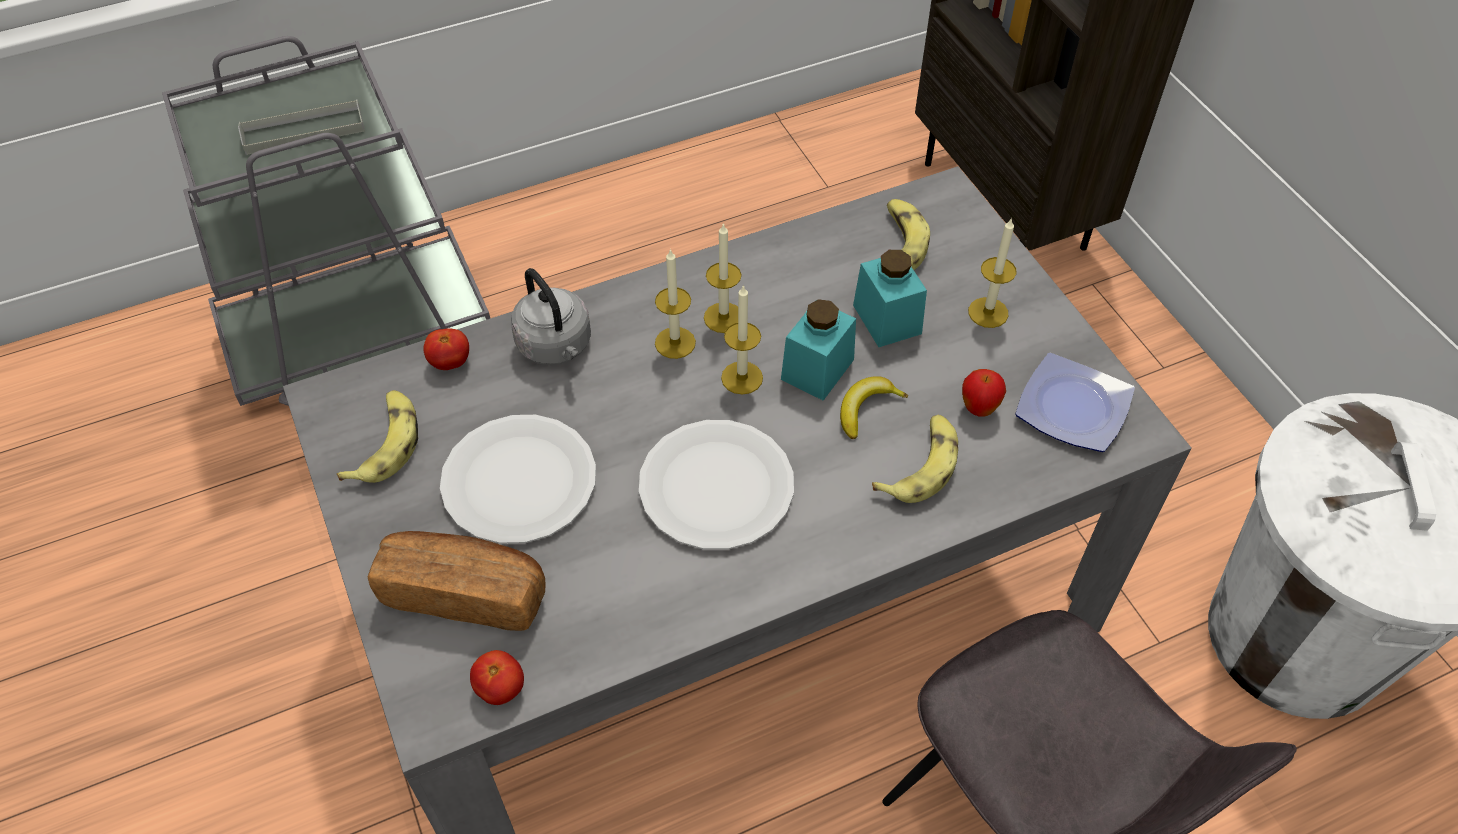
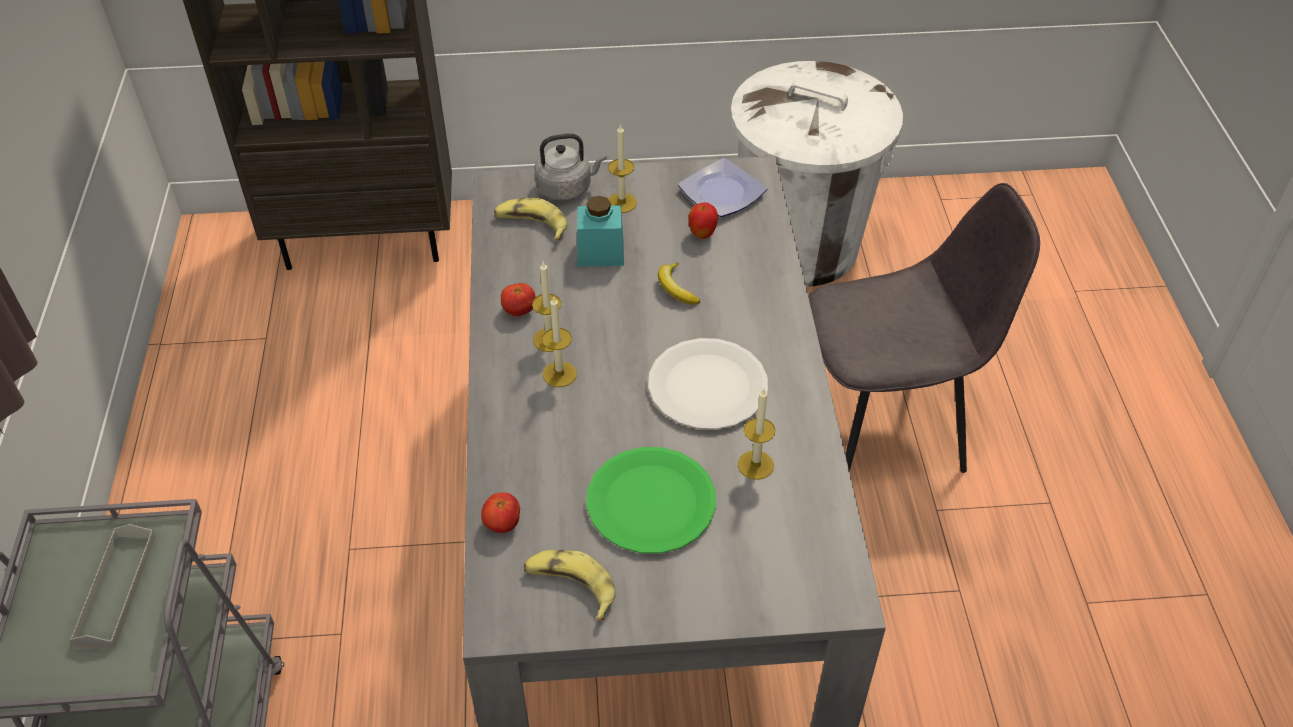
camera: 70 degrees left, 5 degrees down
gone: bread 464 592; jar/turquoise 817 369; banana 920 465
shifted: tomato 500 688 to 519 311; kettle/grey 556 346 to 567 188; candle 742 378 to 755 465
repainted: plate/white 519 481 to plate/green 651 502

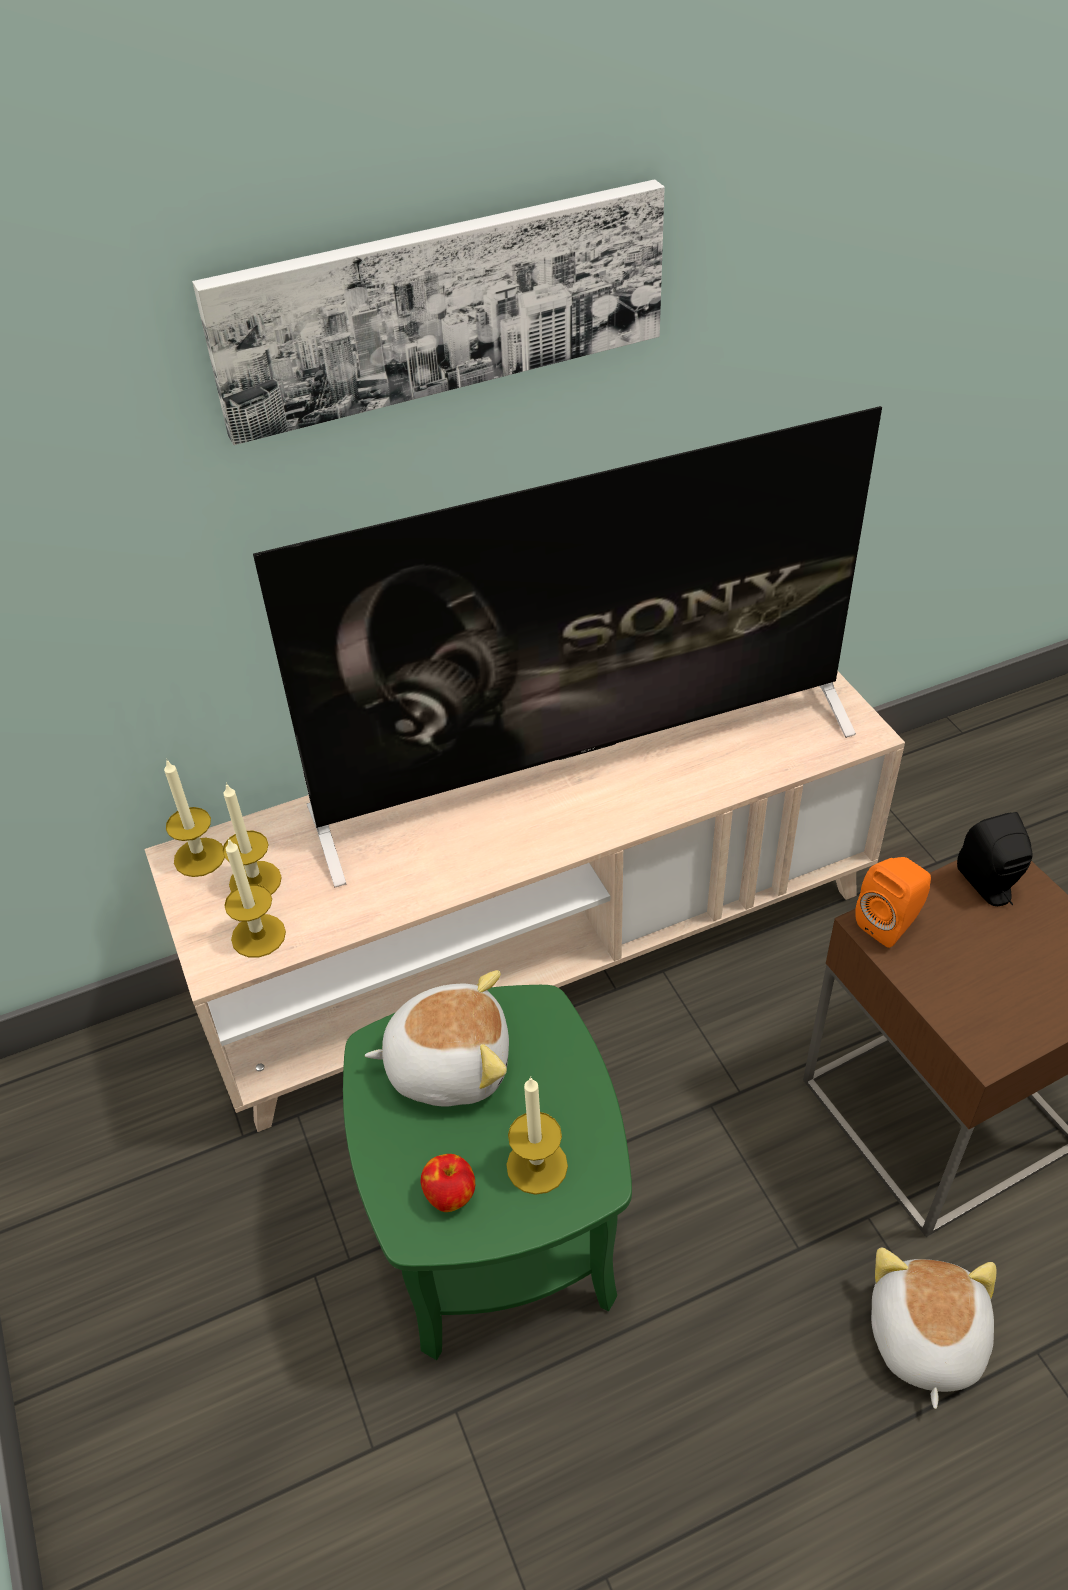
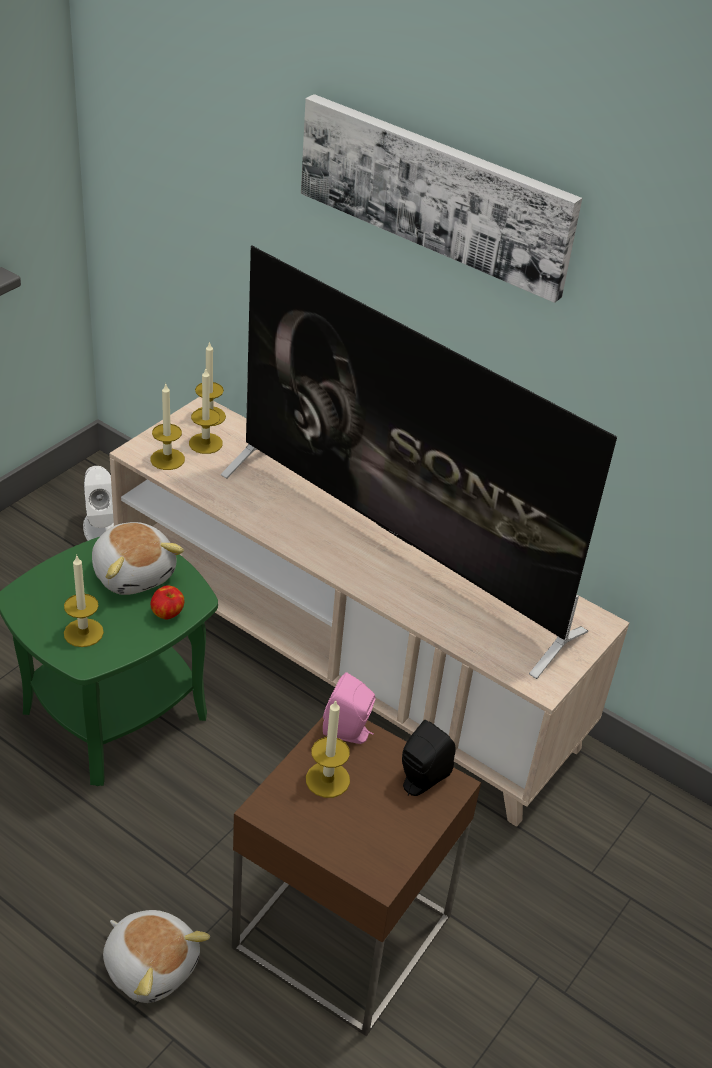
camera: 55 degrees right, 5 degrees down
new: speaker/white 101 527; candle 327 779
shifted: apple 450 1194 to 168 614
repainted: speaker/orange 890 923 to speaker/pink 349 732
rotated: plush toy 924 1338 = 151 965 60 degrees clockwise

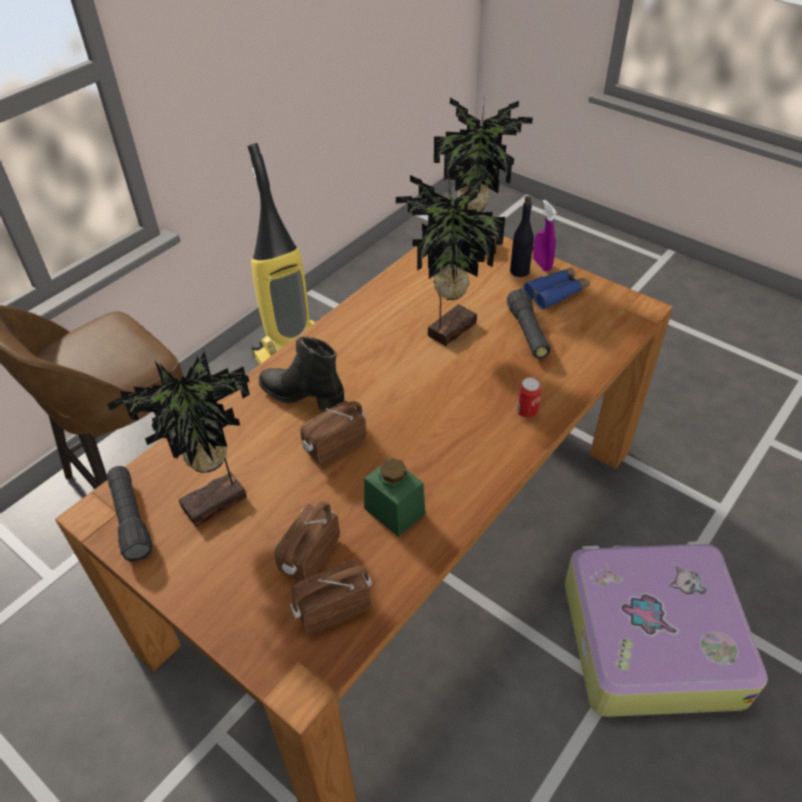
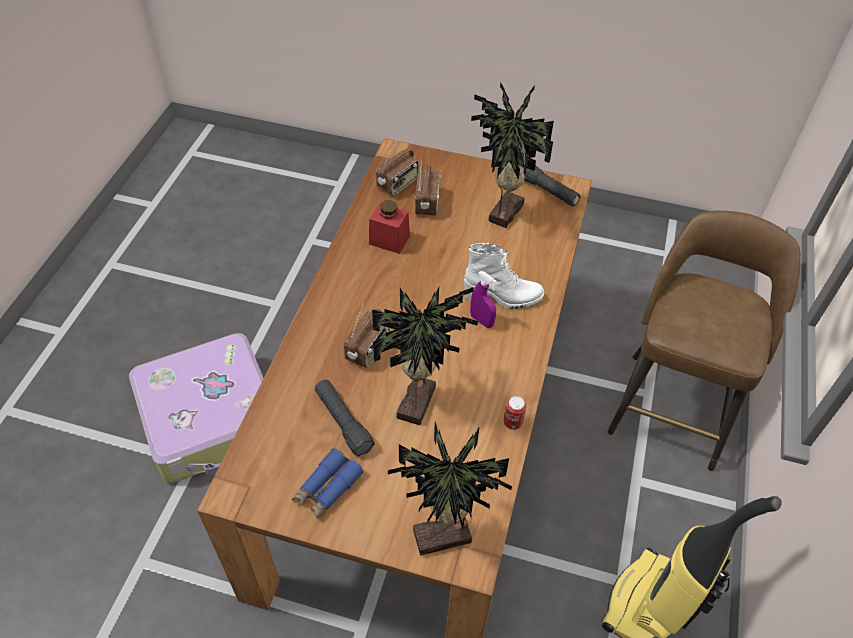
camera: 155 degrees right, 5 degrees up
gone: bottle/black 520 271
shifted: radio 334 445 to 368 350; spray bottle/purple 542 265 to 481 320; can 526 412 to 512 422
repainted: jar/green 394 511 to jar/red 389 240; boot/black 303 397 to boot/white 503 297

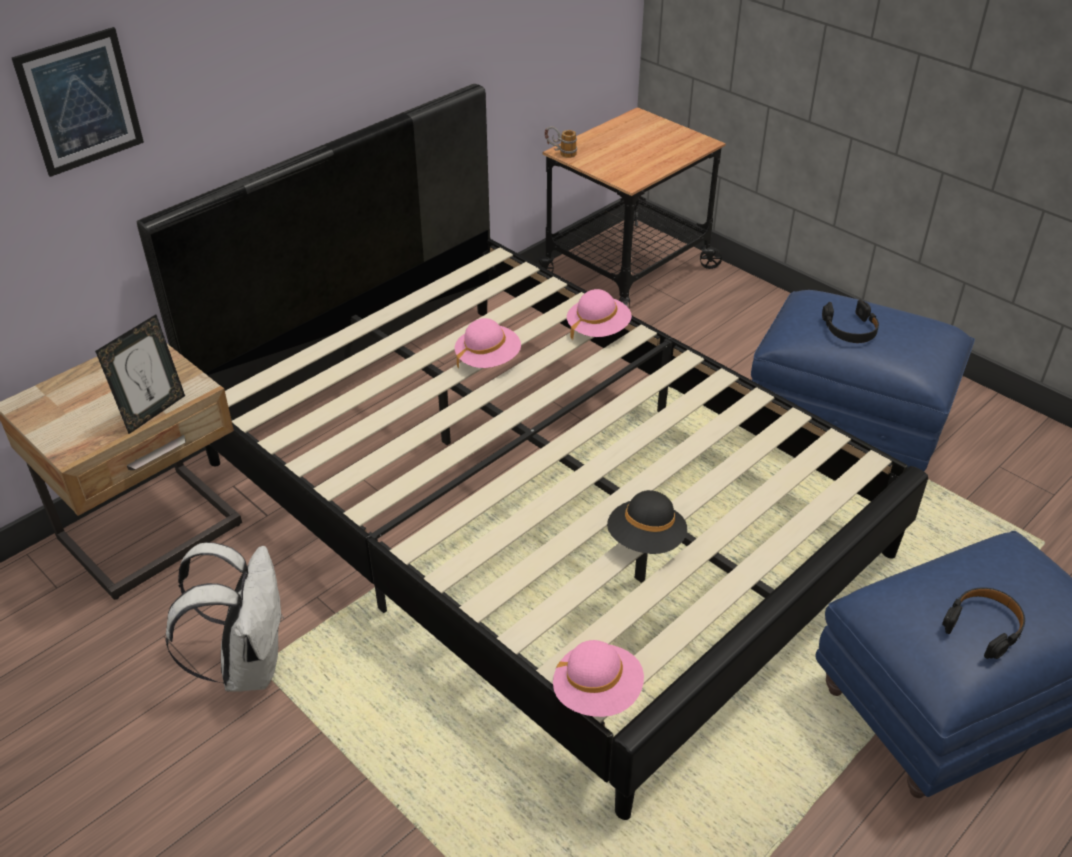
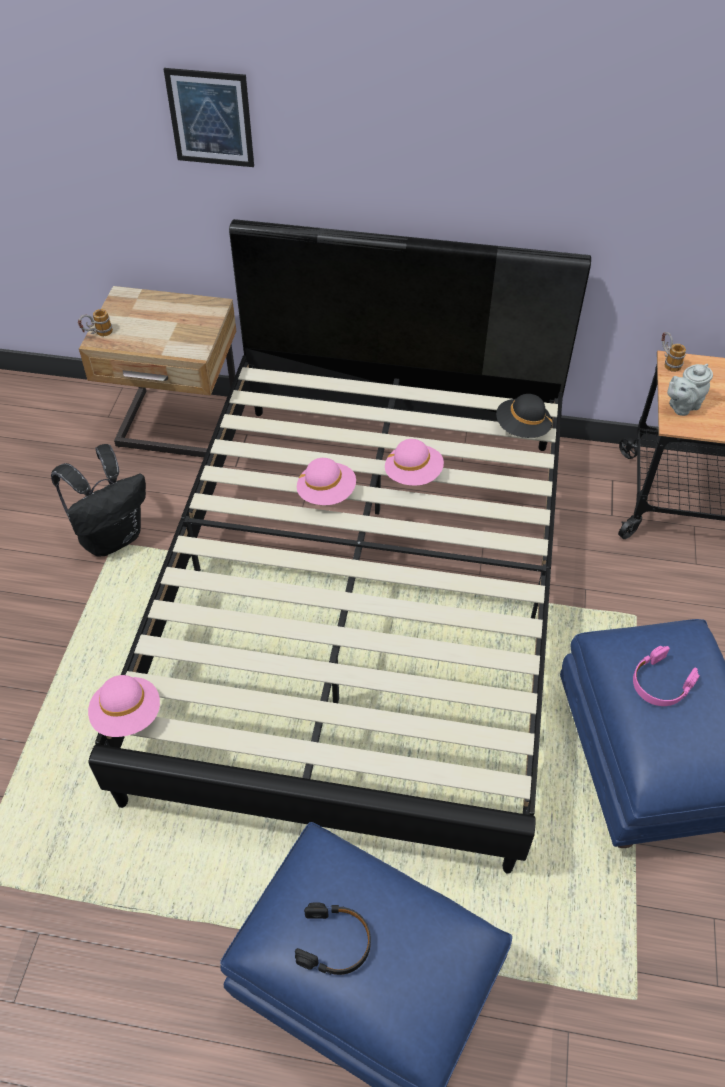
camera: 55 degrees right, 10 degrees up
gone: picture frame 153 412
new: mug 97 334; teapot/grey 682 406
shifted: hat/pink 598 329 to 326 493; hat/black 646 540 to 522 428
repainted: backpack/white 248 664 to backpack/black 112 537; headphones/black 850 329 to headphones/pink 660 683

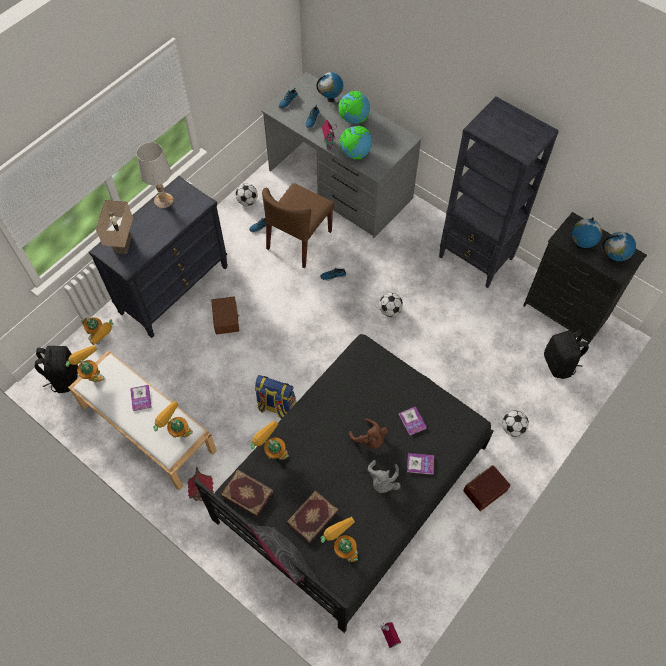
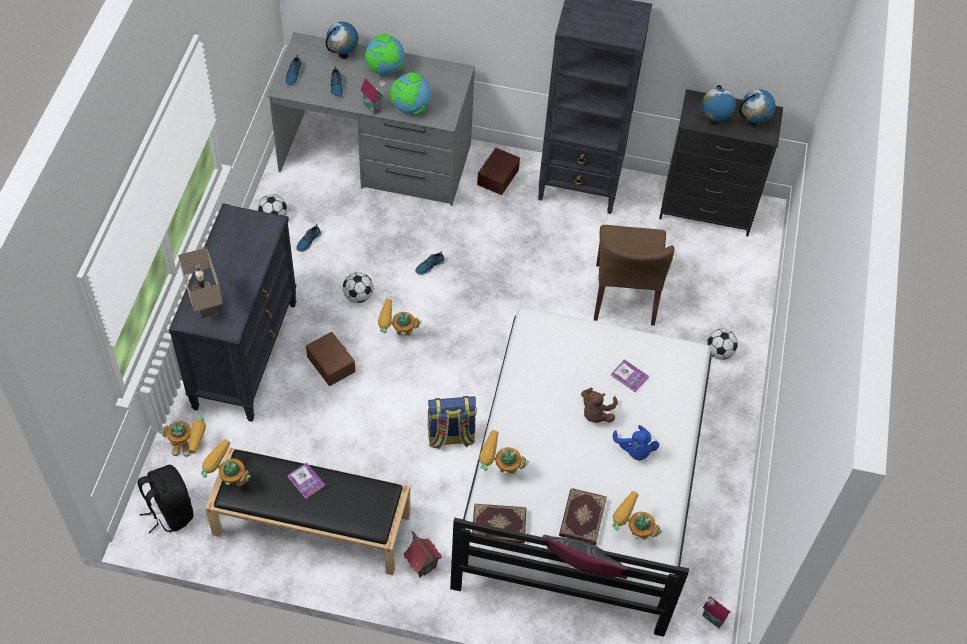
camera: 30 degrees left, 5 degrees down
gone: table lamp/white 163 200; book 420 464; backpack/black 559 364
shifted: football 390 311 to 358 296; toy robot 177 432 to 396 335; storage box/brown 484 489 to 497 176; chair/brown 299 240 to 624 294
repainted: bench/white 146 428 to bench/black 310 524; bed/black 351 482 to bed/white 582 480; plush toy/grey 383 481 to plush toy/blue 634 450
rotated: plush toy/brown 370 439 = 596 413 90 degrees clockwise

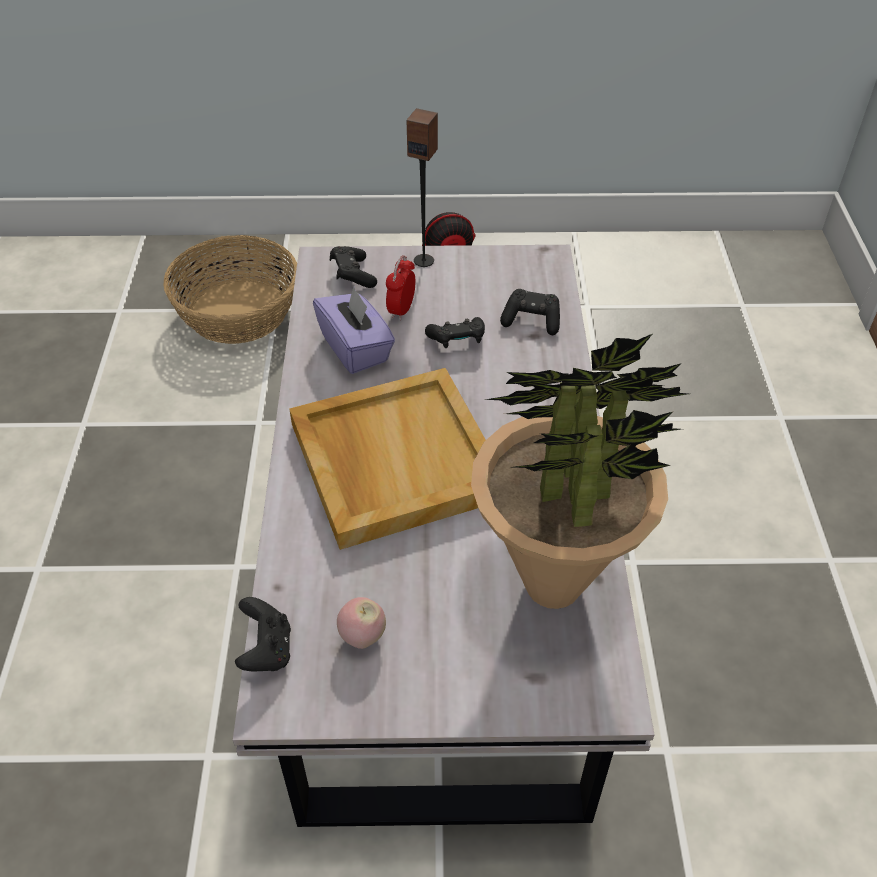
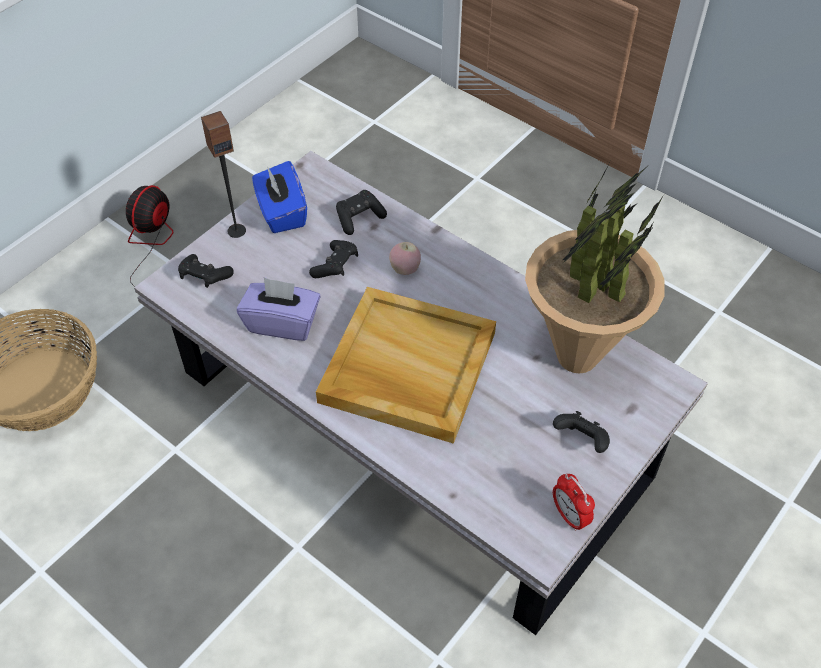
camera: 50 degrees left, 5 degrees up
new: tissue box/blue 281 213
shifted: apple 362 636 to 405 270; game controller/black 266 650 to 581 440; alarm clock 401 310 to 569 516

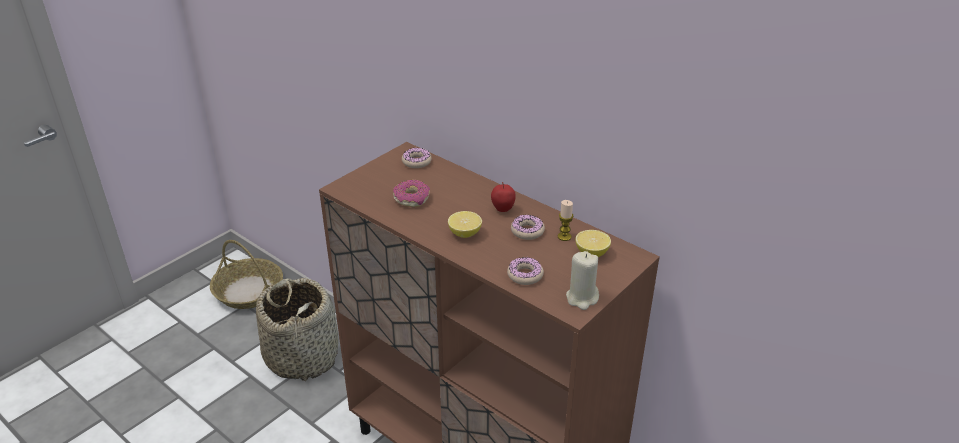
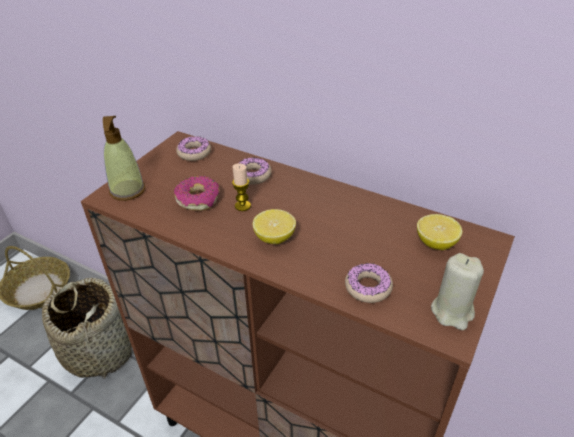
camera: 10 degrees left, 5 degrees up
gone: apple 502 210
new: soap dispenser 127 191
shifted: candle 564 236 to 242 206; donut 527 231 to 253 175

